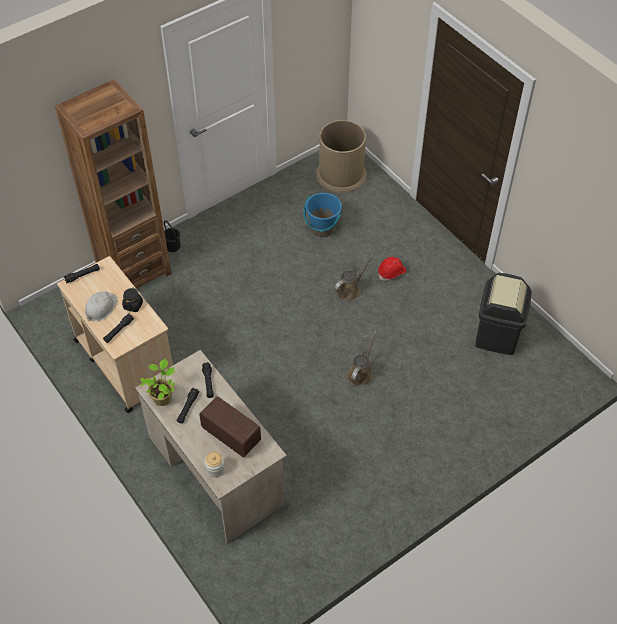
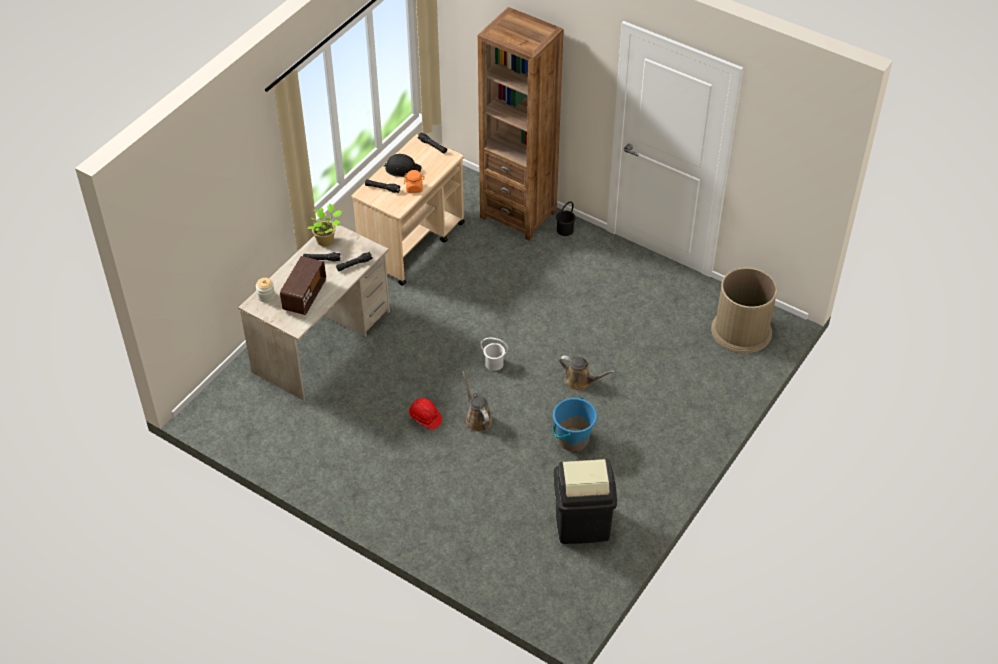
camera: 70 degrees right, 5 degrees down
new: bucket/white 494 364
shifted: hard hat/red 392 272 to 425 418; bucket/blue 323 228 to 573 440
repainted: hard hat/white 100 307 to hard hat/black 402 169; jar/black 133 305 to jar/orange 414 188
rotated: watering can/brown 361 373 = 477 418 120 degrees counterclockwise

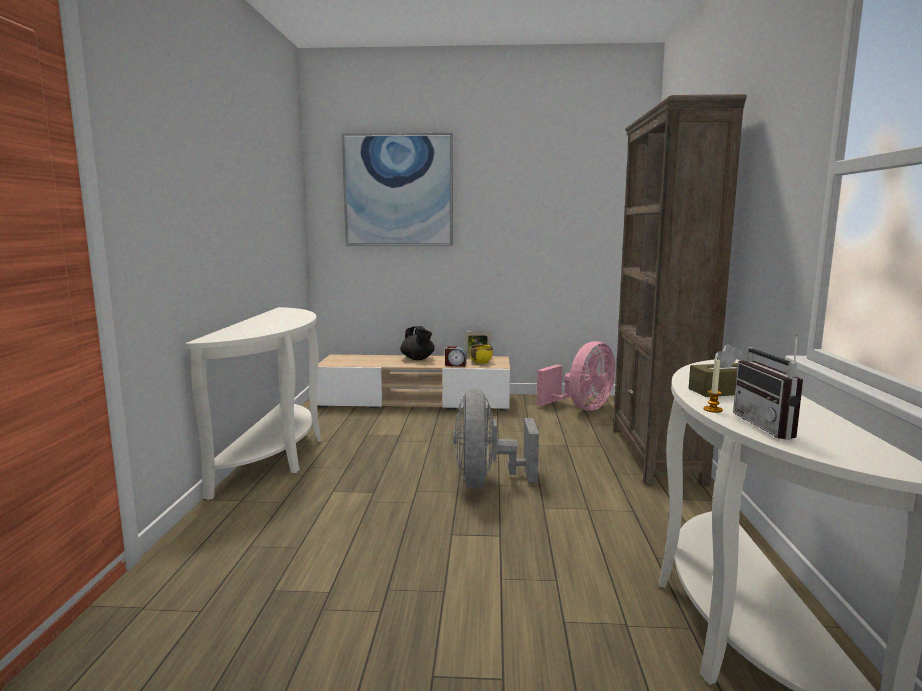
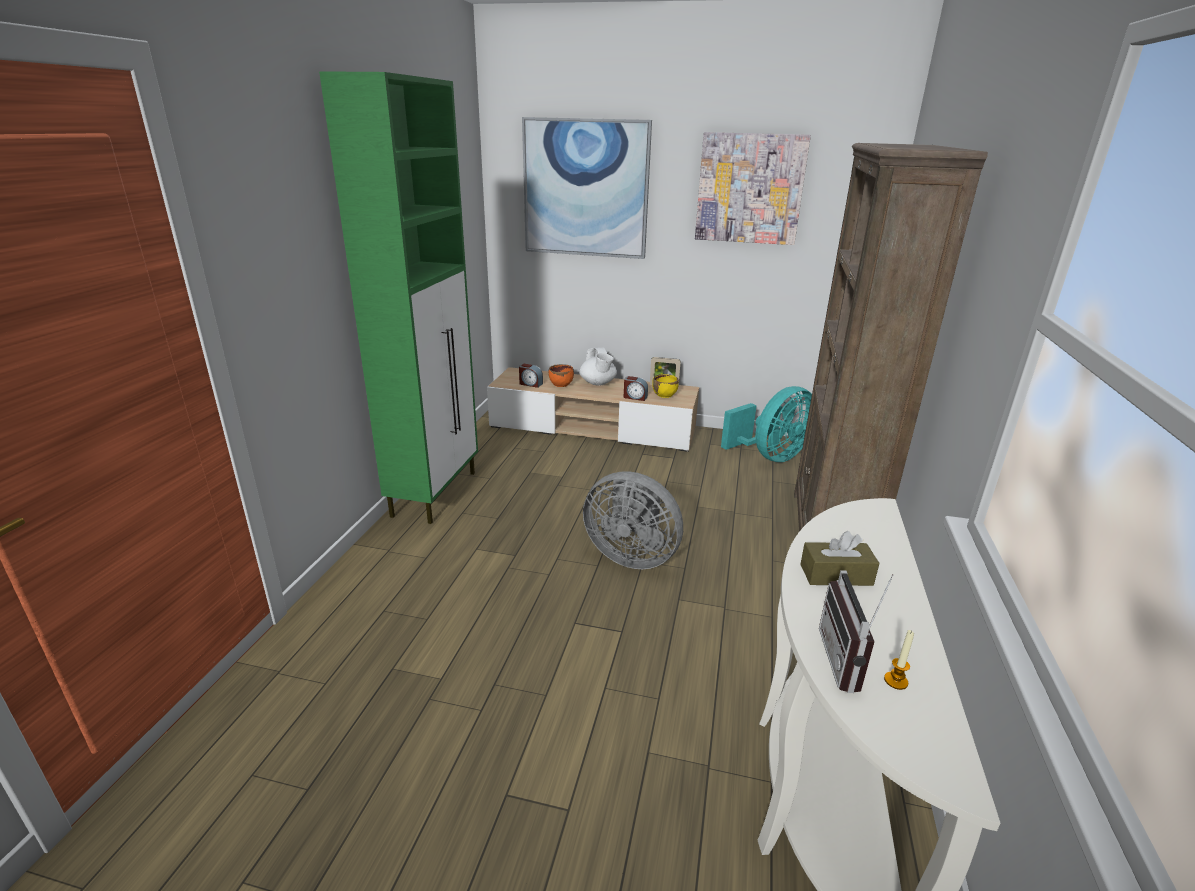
camera: 10 degrees right, 15 degrees up
new: alarm clock 530 384; bowl/orange 561 384; picture 750 189
shifted: candle 712 410 to 895 681
swapped: console table/white 277 455 to cabinet/green 436 493
repainted: teapot/black 417 359 to teapot/white 598 383; fan/pink 582 408 to fan/turquoise 771 456
rotated: fan/grey 486 482 = 631 555 75 degrees counterclockwise

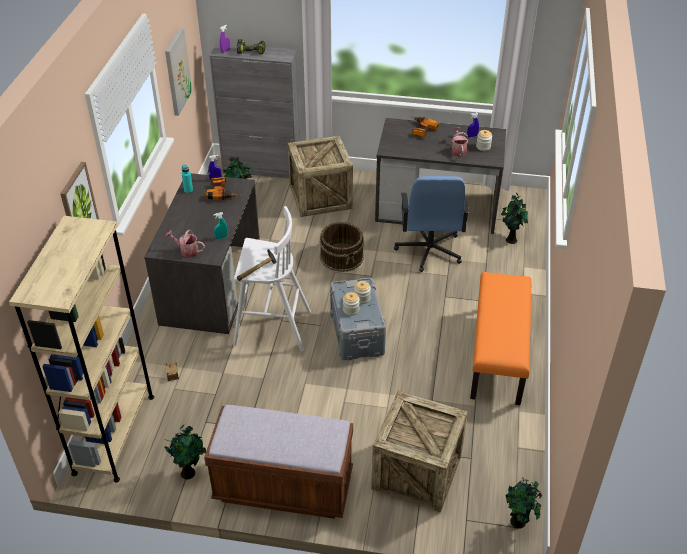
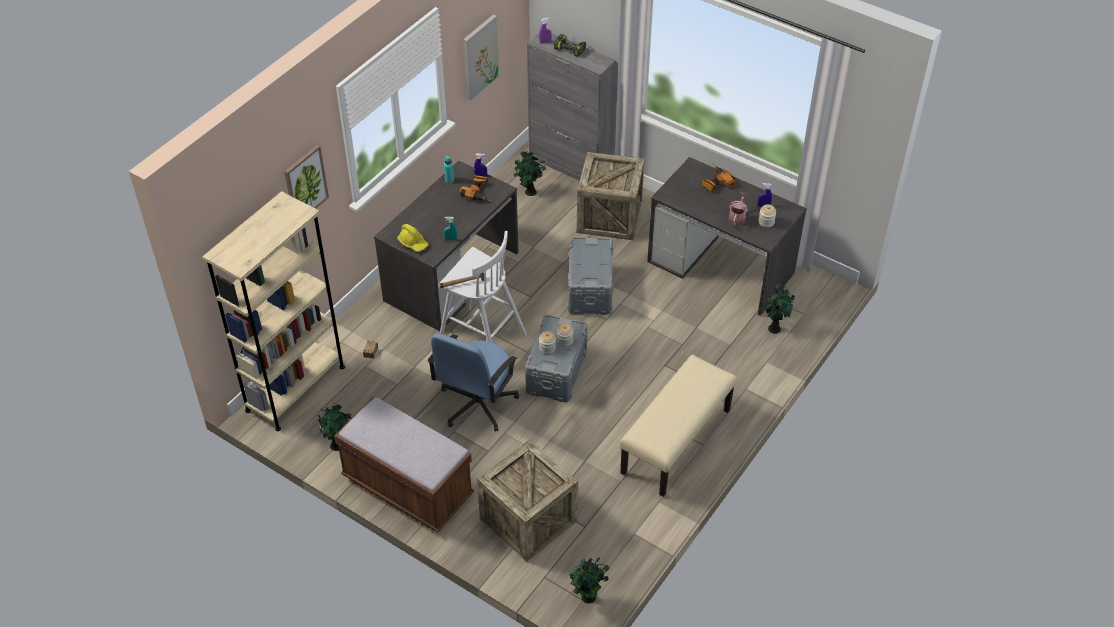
camera: 25 degrees right, 5 degrees up
shifted: office chair/blue 429 250 to 477 404
swapped: watering can 187 251 to hard hat/yellow 413 243; bucket/brown 342 257 to storage box/grey 590 289
repainted: bench/orange 498 355 to bench/beige 676 442

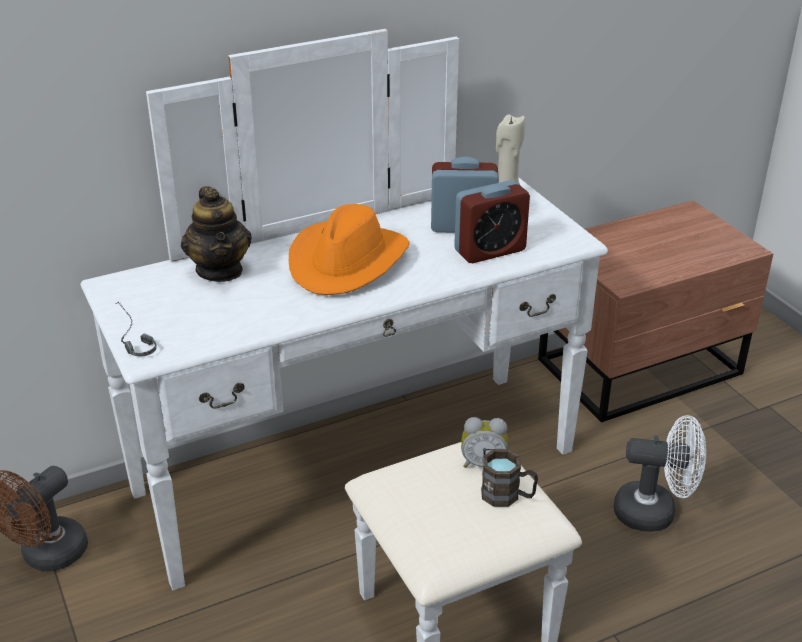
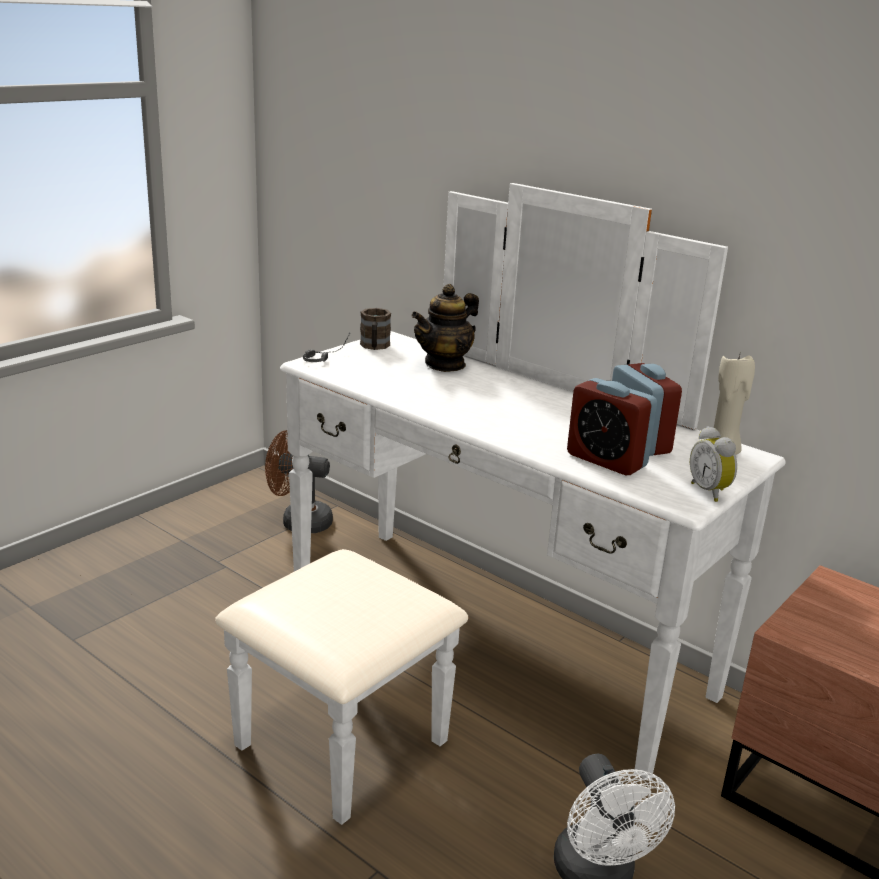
camera: 65 degrees right, 10 degrees down
gone: hat/orange 348 261
shifted: mug/brown 508 496 to 374 347; alarm clock 483 463 to 710 491

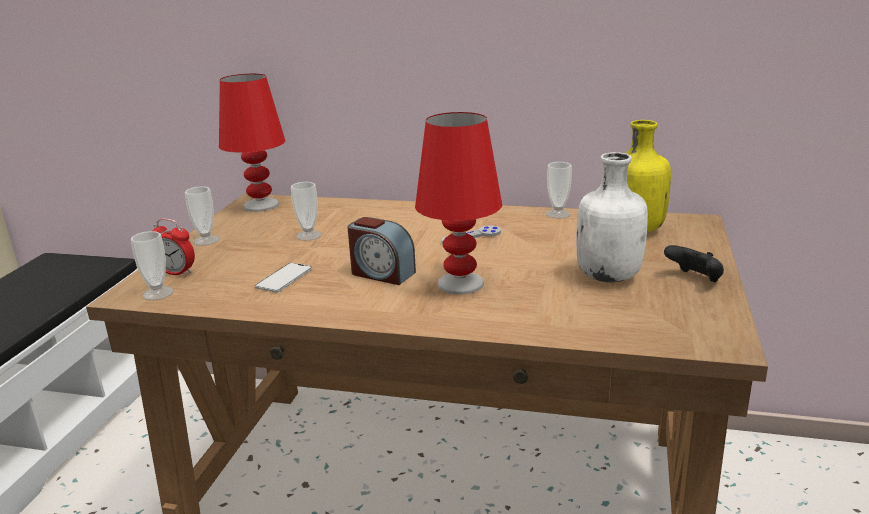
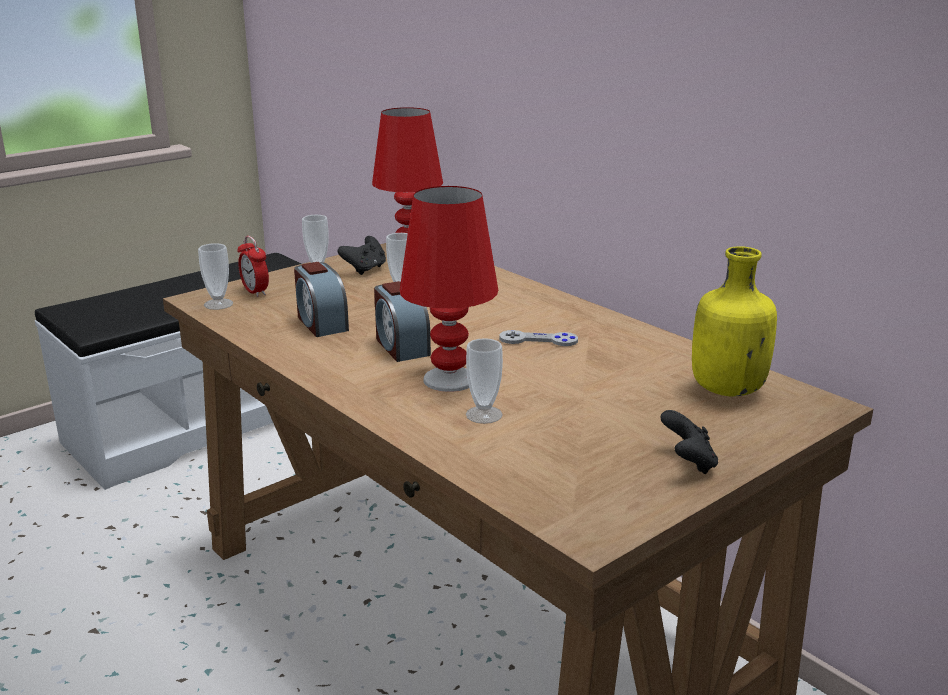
camera: 35 degrees right, 0 degrees up
gone: bottle/white 609 276
new: game controller/black 365 269
shifted: cup 558 214 to 484 415
swapped: phone 284 278 to alarm clock 321 323

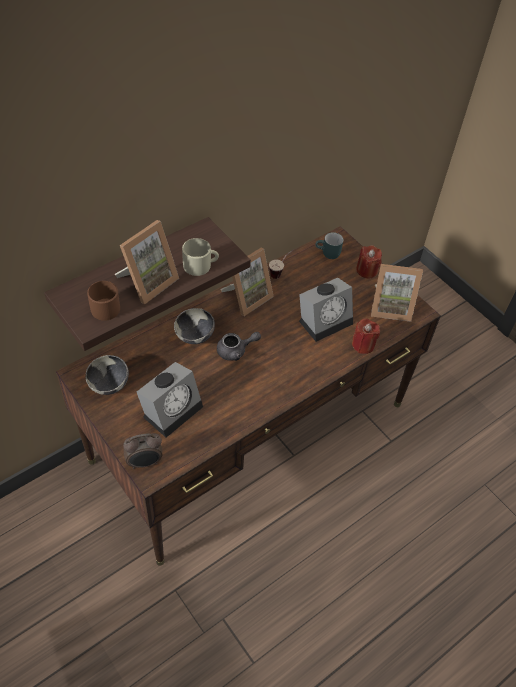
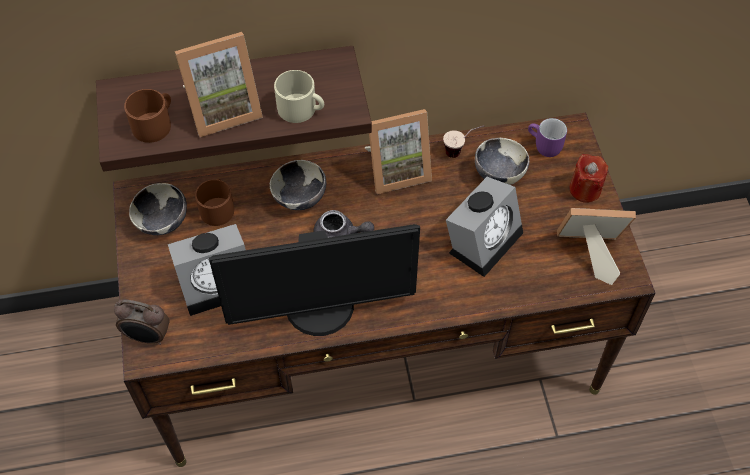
camera: 30 degrees right, 5 degrees up
gone: candle/red 363 345
new: mug/brown 217 207; monitor 320 309; bowl 498 174
repainted: mug/turquoise 328 254 to mug/purple 543 147
rotated: alarm clock 325 320 = 484 239 45 degrees counterclockwise; picture frame 390 307 = 588 254 150 degrees clockwise

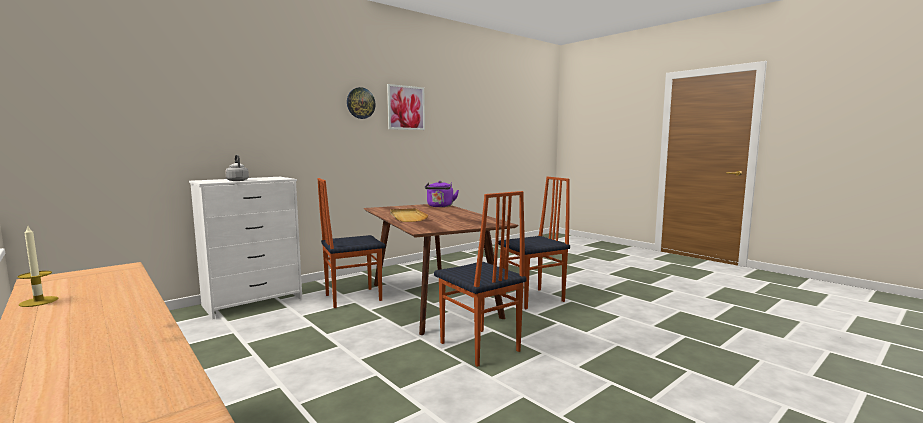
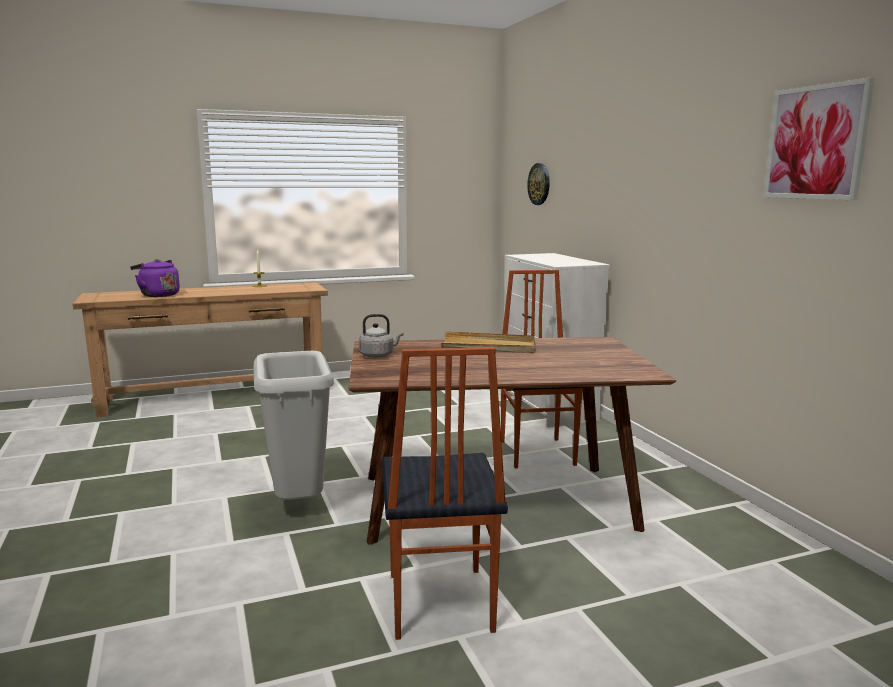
camera: 110 degrees right, 5 degrees up
shifted: kettle/purple 440 206 to 158 295; kettle/grey 237 180 to 378 355; wall clock 360 103 to 539 184
swapped: chair 479 347 to trash can/grey 297 504

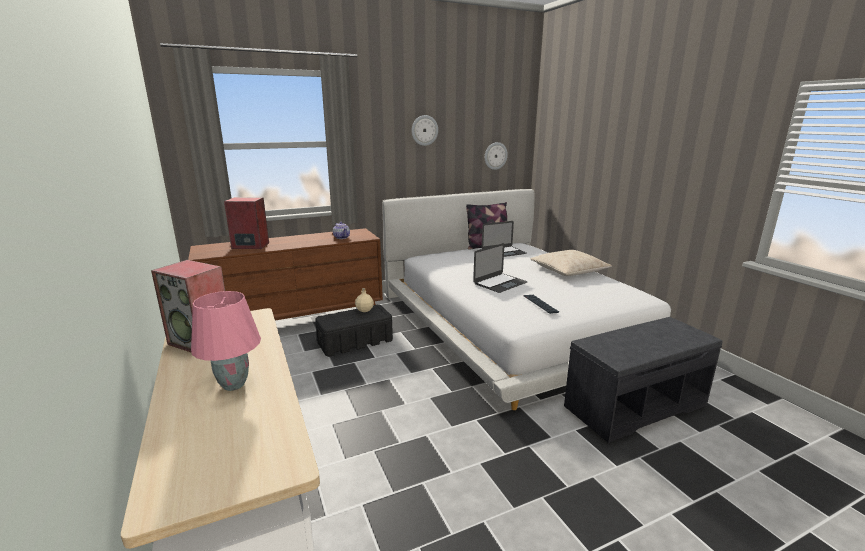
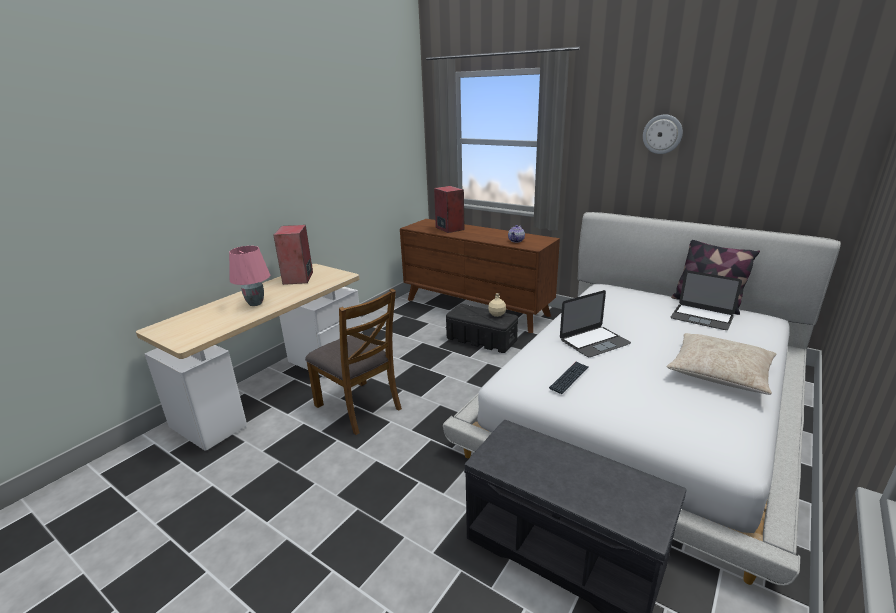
camera: 60 degrees right, 5 degrees up
gone: wall clock 495 156
new: chair/brown 359 406
rotated: laptop 500 283 = 594 341 45 degrees counterclockwise

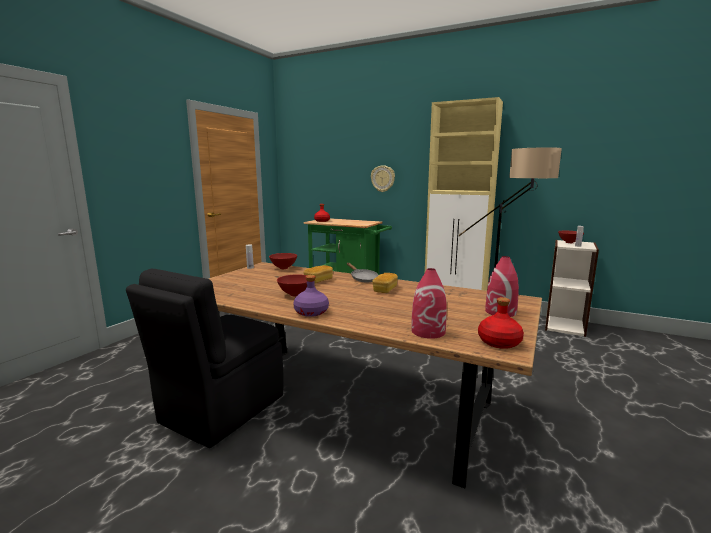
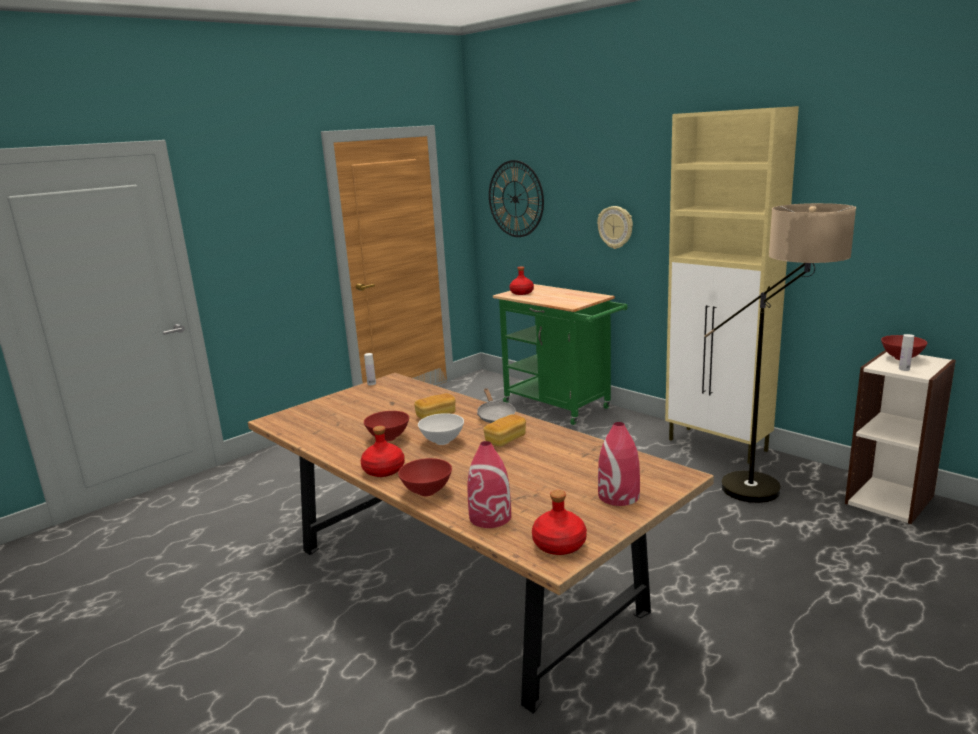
camera: 20 degrees right, 5 degrees up
gone: chair/black 220 410
new: bowl/white 443 441; wall clock 515 199
shifted: bowl/red 283 268 to 426 492
repainted: bottle/purple 311 312 to bottle/red 383 470

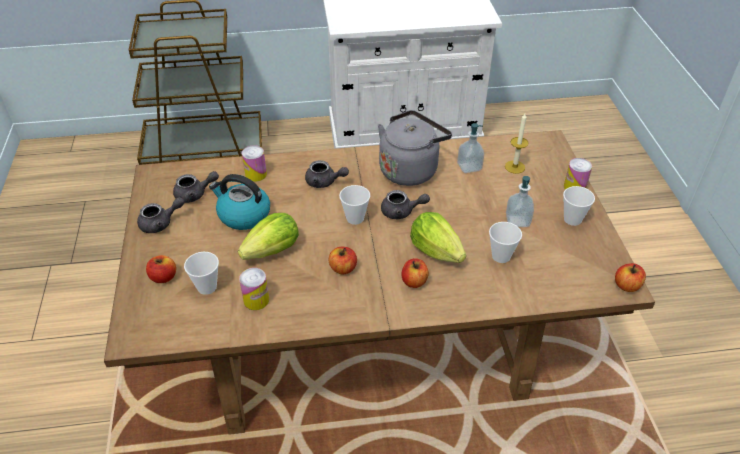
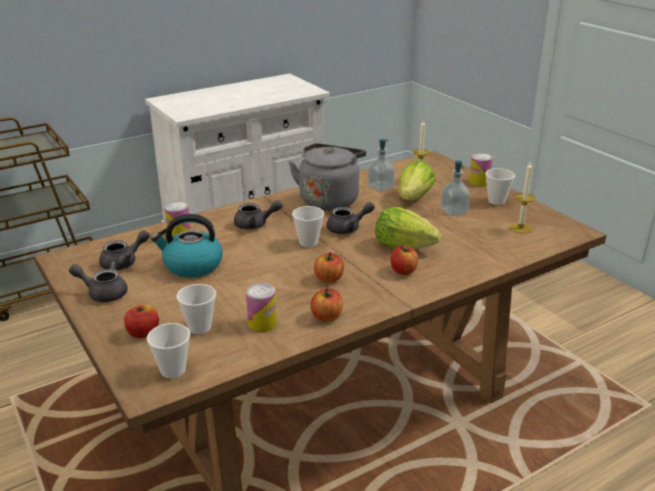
camera: 25 degrees left, 15 degrees down
new: candle 520 228
shifted: cup 501 256 to 173 370; apple 627 286 to 326 317; lettuce 273 251 to 414 198
rotated: teapot/grey 161 223 = 103 293 120 degrees counterclockwise

